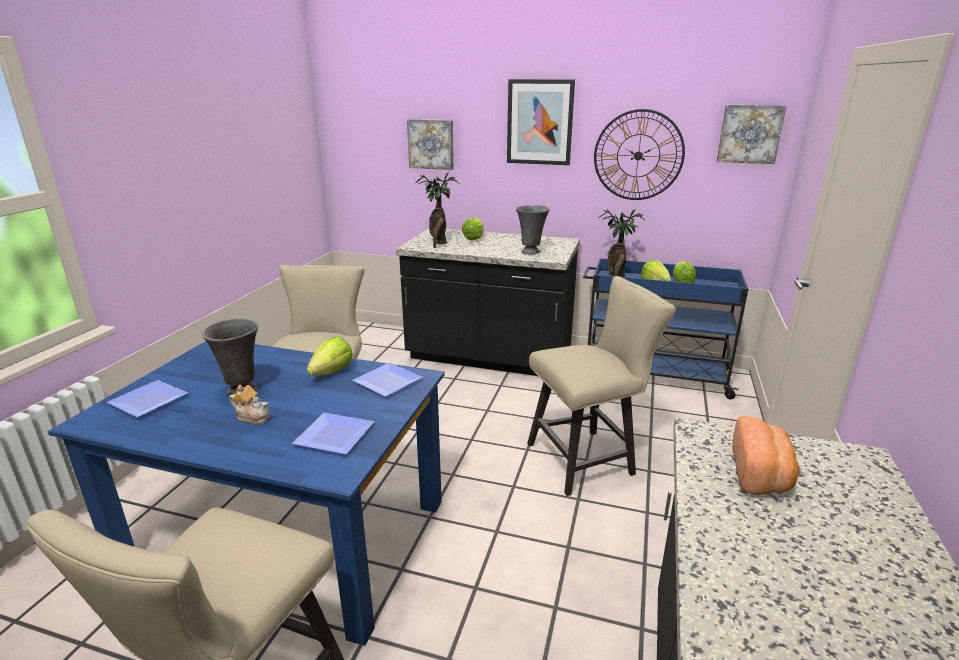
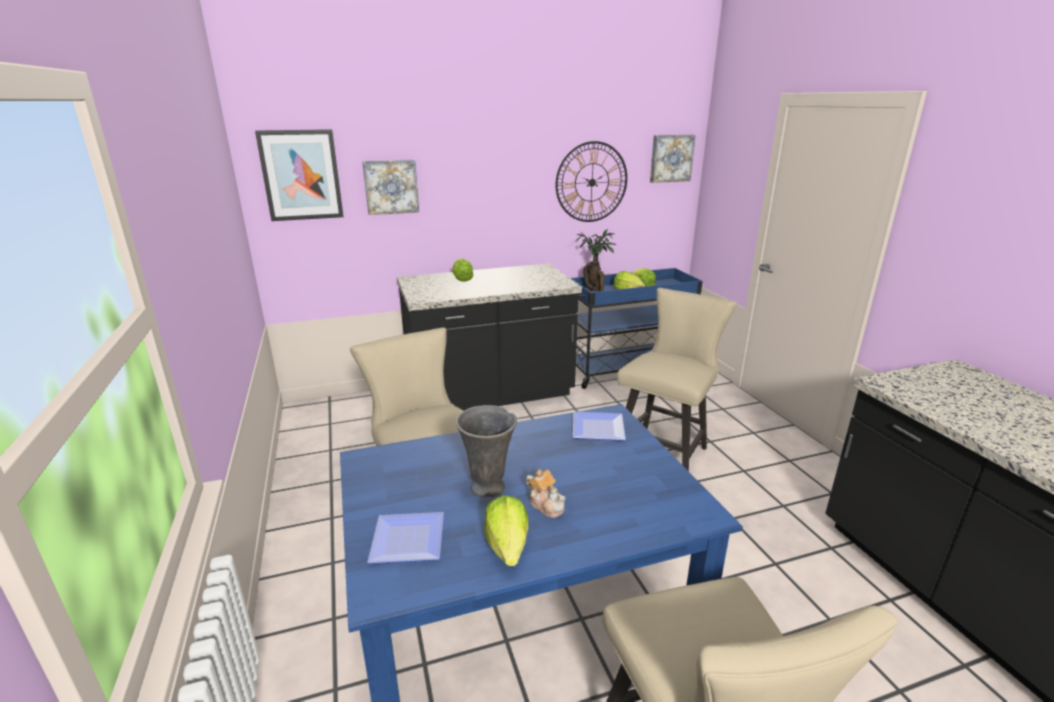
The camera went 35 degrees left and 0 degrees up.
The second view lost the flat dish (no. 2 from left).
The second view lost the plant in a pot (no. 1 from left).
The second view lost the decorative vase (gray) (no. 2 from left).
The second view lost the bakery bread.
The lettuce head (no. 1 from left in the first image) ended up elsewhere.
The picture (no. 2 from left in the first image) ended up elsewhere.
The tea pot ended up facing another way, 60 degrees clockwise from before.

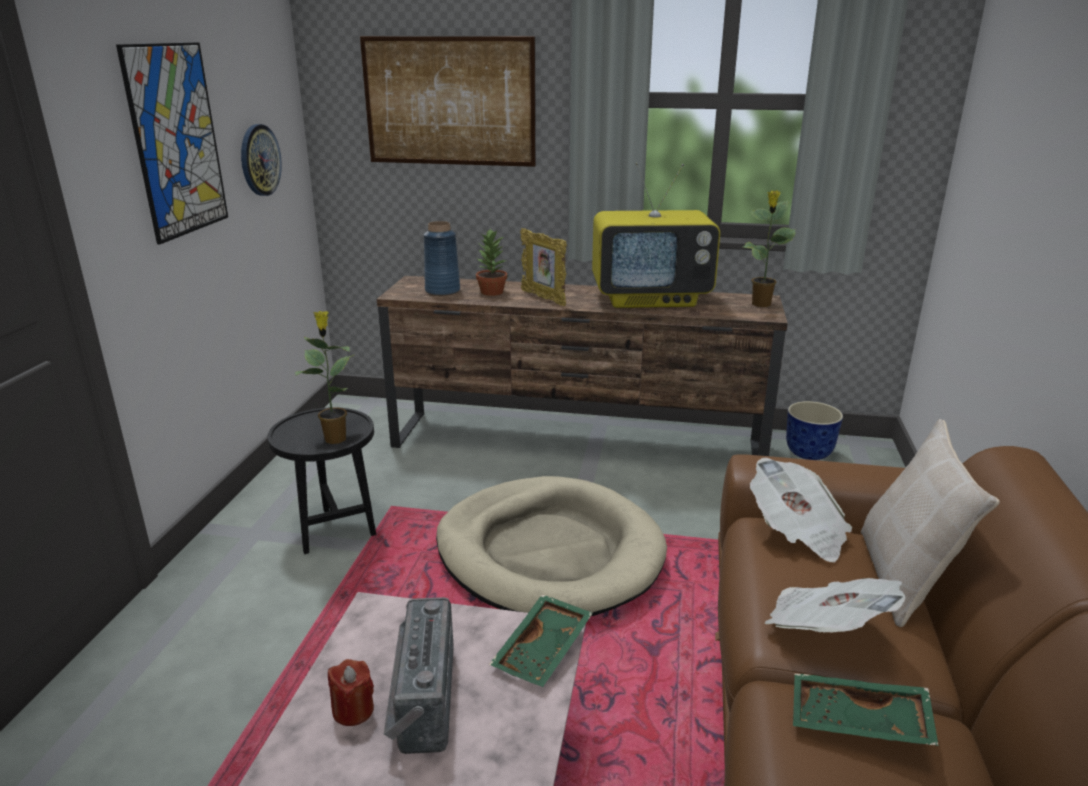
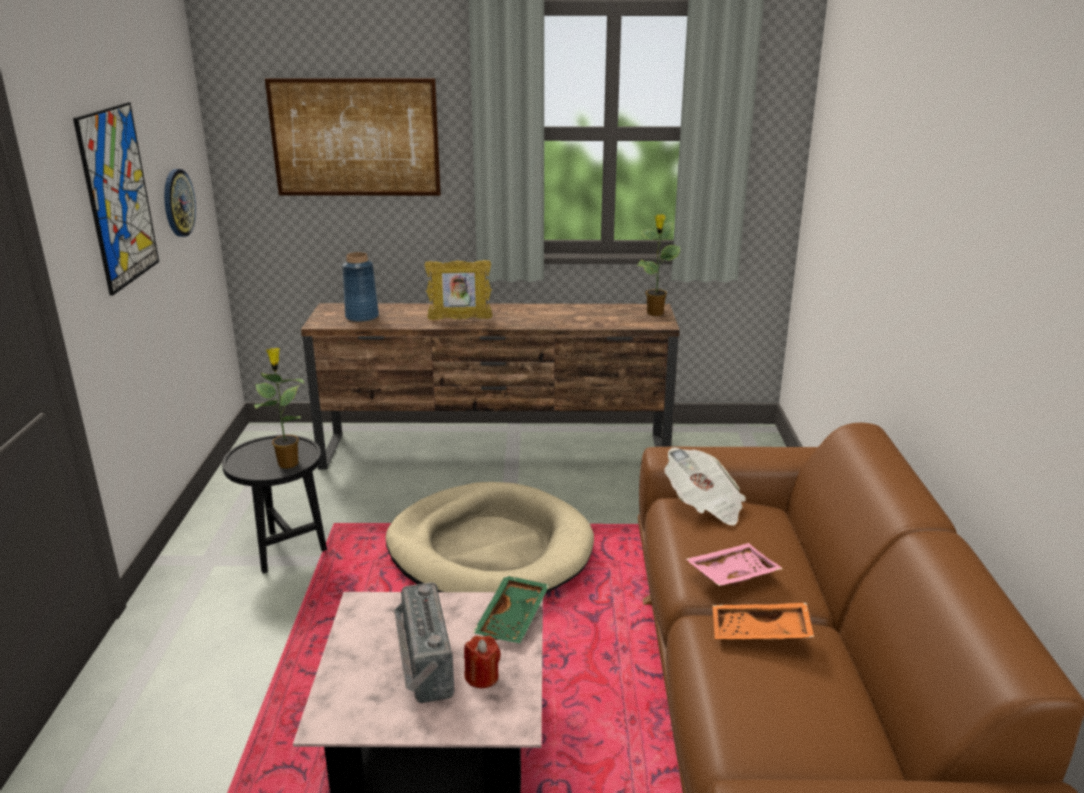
The camera went 10 degrees left and 0 degrees up.
The second view lost the plant in a pot (no. 2 from left).
The second view lost the TV set.
The second view lost the plant pot.
The second view lost the cushion (beige).
The wax light (red-coloured) ended up elsewhere.
Where the printed paper (no. 2 from left) stood, the serving tray (pink-coloured) came to stand.
What was the serving tray (green-coloured) (no. 2 from left) turned into the serving tray (orangey).
The standing frame ended up facing another way, 45 degrees counterclockwise from before.

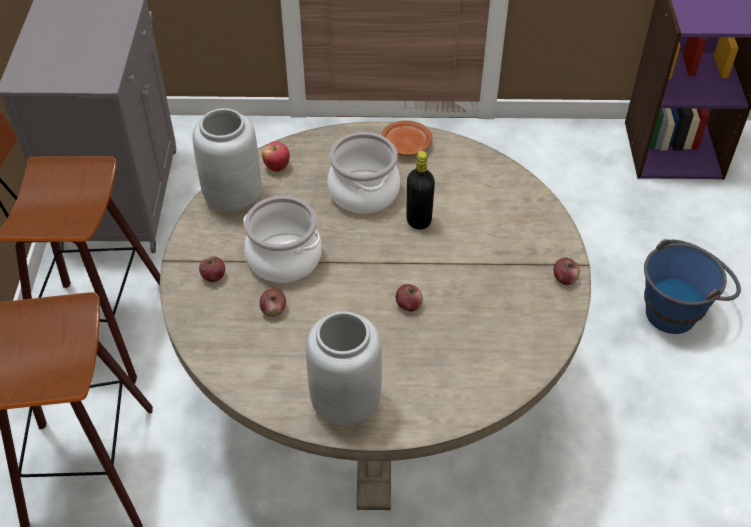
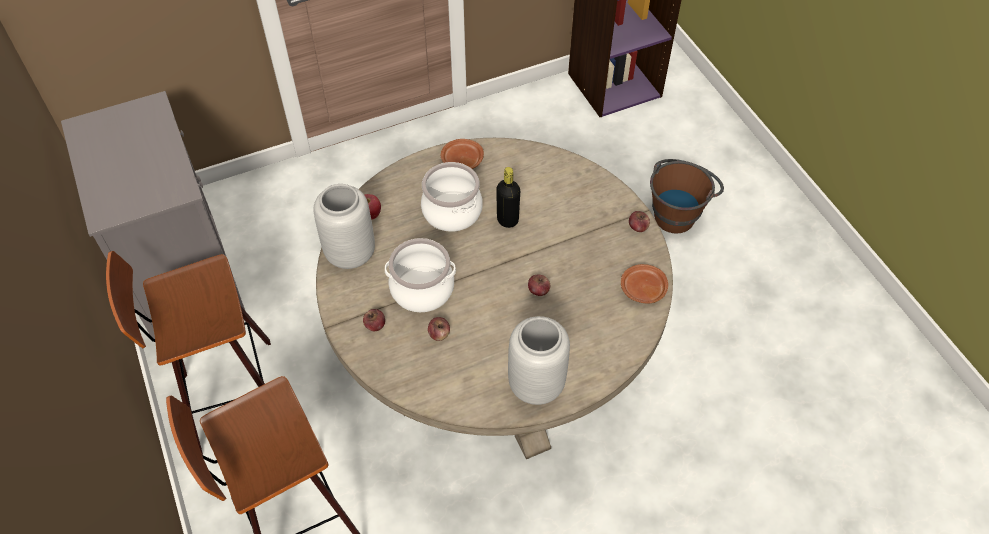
The camera went 25 degrees left and 5 degrees up.
The second view gained the flat dish (brown-coloured) (no. 2 from left).
What was the bucket (blue-coloured) turned into the bucket (brown-coloured).

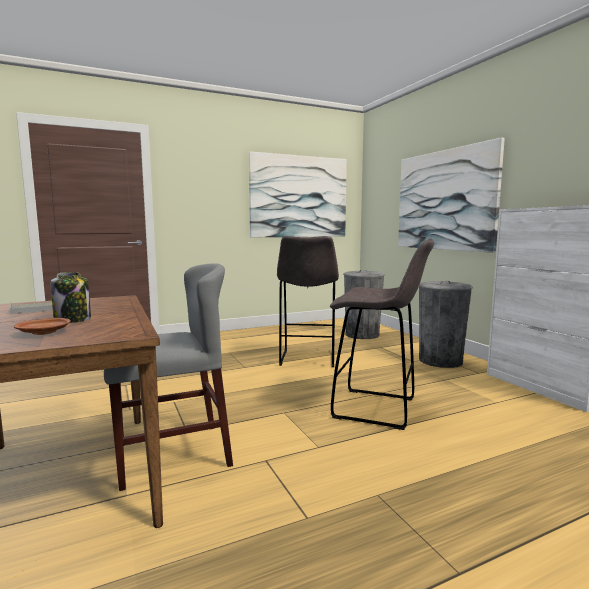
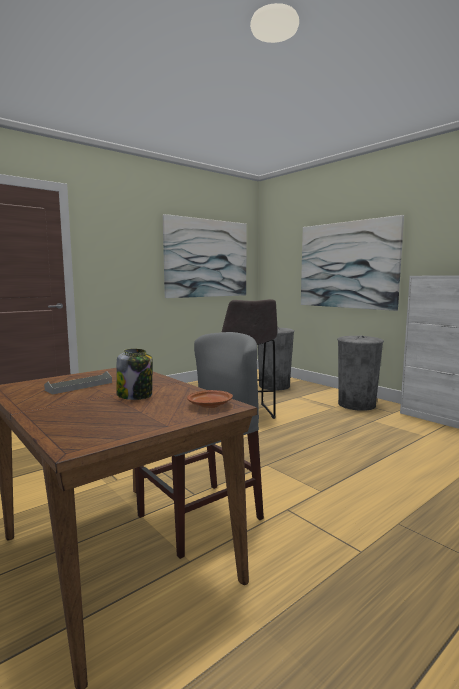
The camera went 15 degrees left and 0 degrees up.
The second view lost the stool (gray) (no. 2 from left).
The flat dish (brown-coloured) ended up elsewhere.

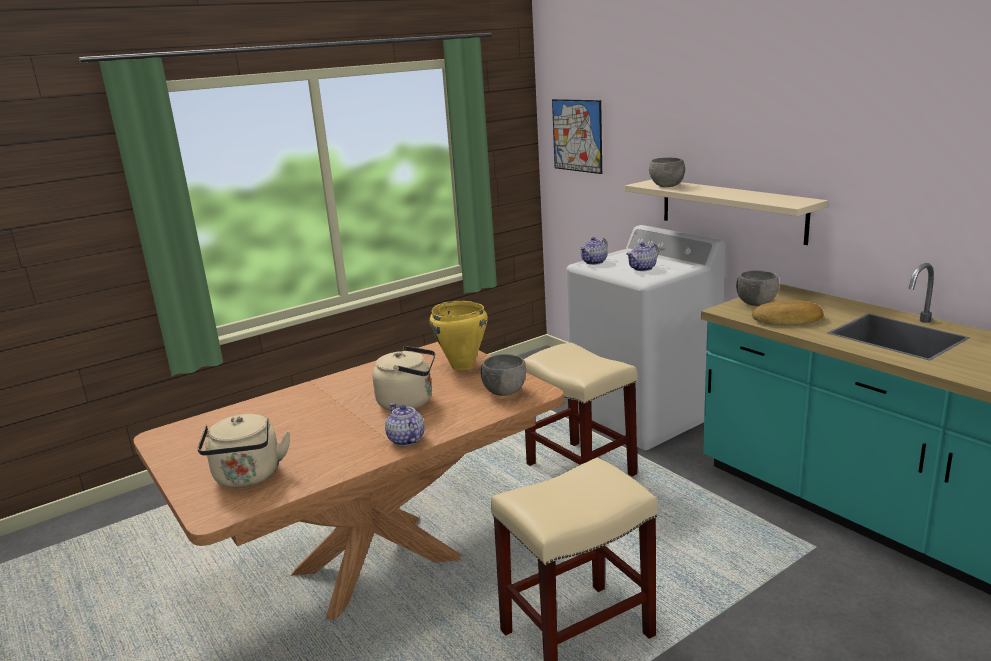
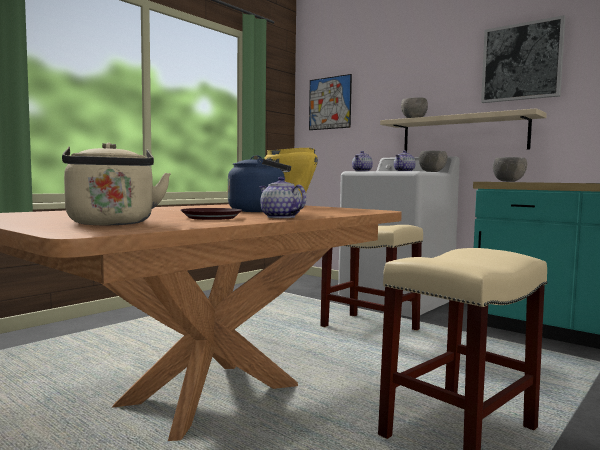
The camera went 15 degrees left and 15 degrees down.
The second view lost the bakery bread.
The second view gained the flat dish (brown-coloured).
The second view gained the picture (no. 2 from left).
The bowl (gray) (no. 1 from left in the first image) ended up elsewhere.
What was the tea kettle (beige) (no. 2 from left) turned into the tea kettle (blue-coloured).

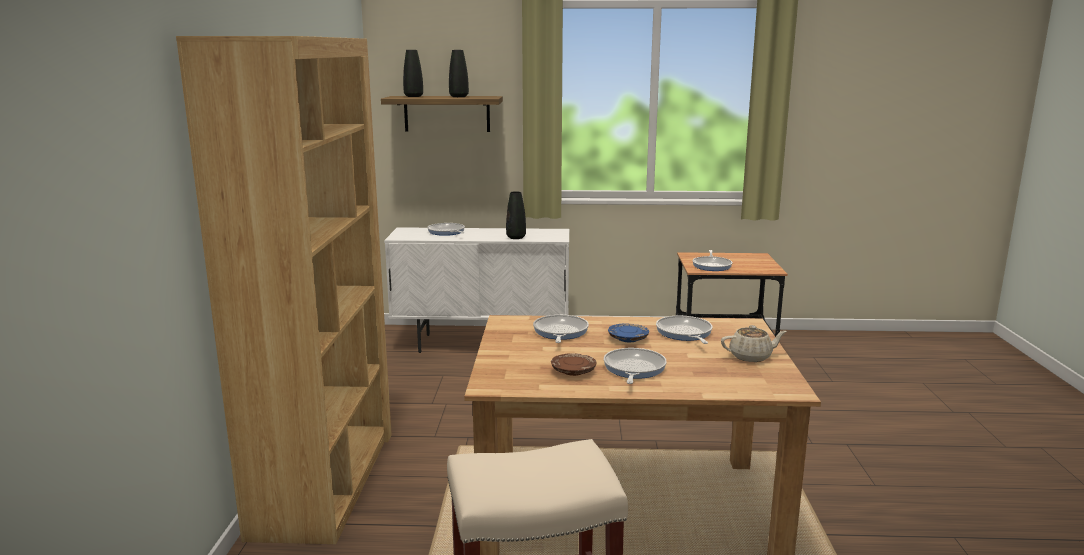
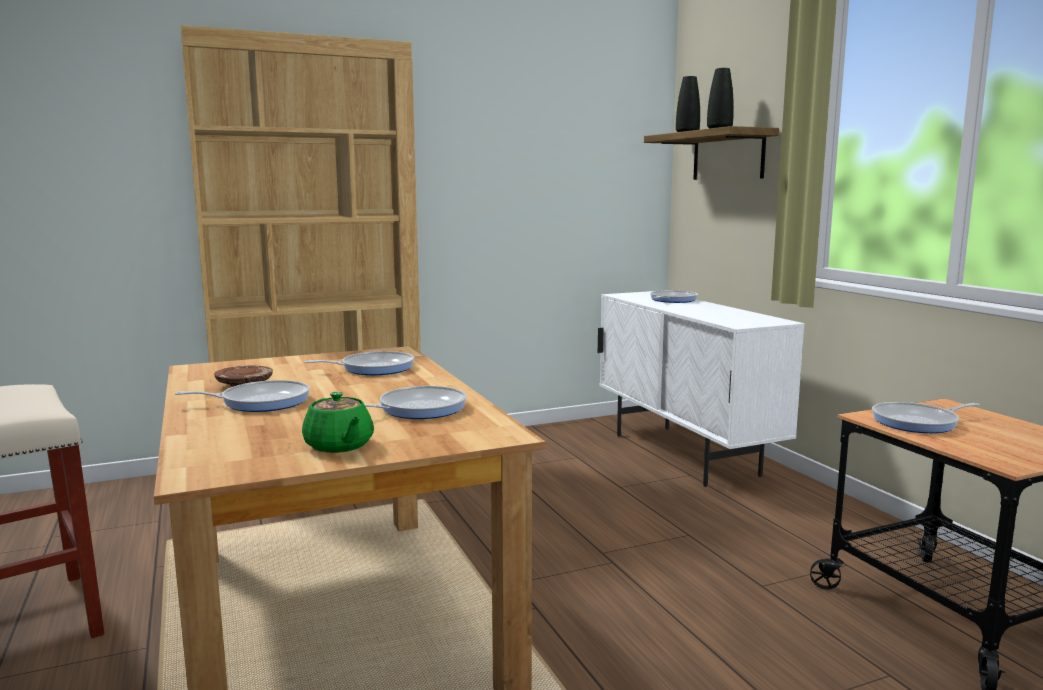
The camera went 65 degrees right and 5 degrees down.
The second view lost the decorative vase (black-coloured) (no. 3 from left).
The second view lost the flat dish (blue-coloured).
What was the tea pot (beige) turned into the tea pot (green-coloured).

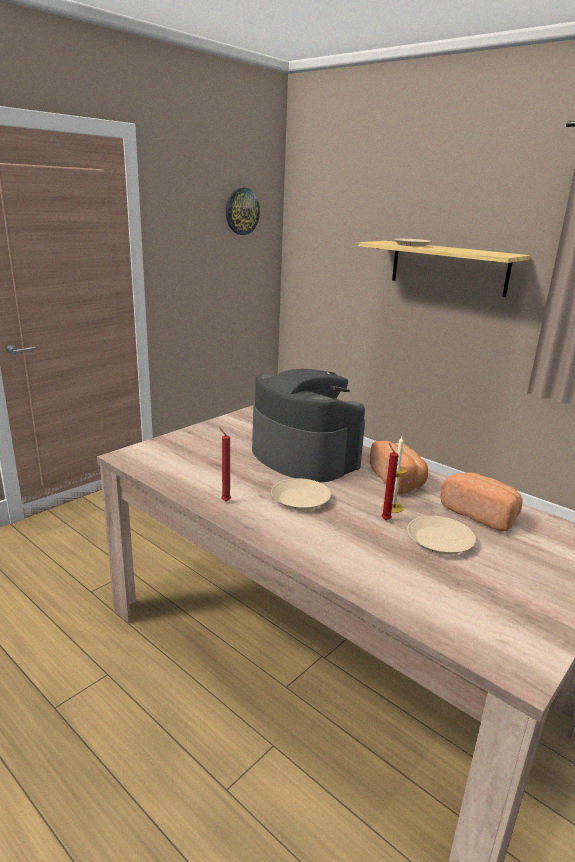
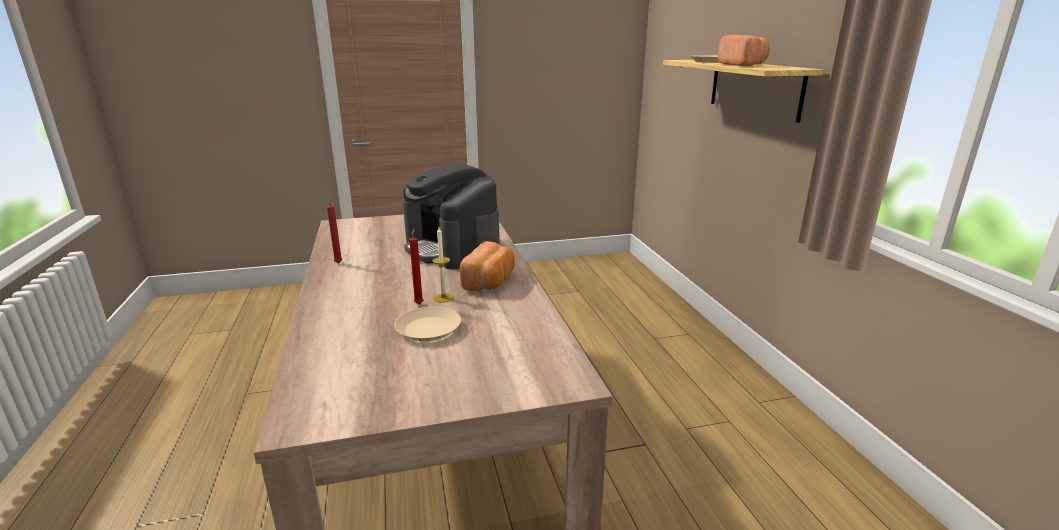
The camera went 35 degrees right and 0 degrees up.
The second view lost the wall clock.
The second view lost the flat dish (beige) (no. 1 from left).
The bakery bread (no. 2 from left) ended up elsewhere.
The coffee brewer ended up facing another way, 150 degrees clockwise from before.

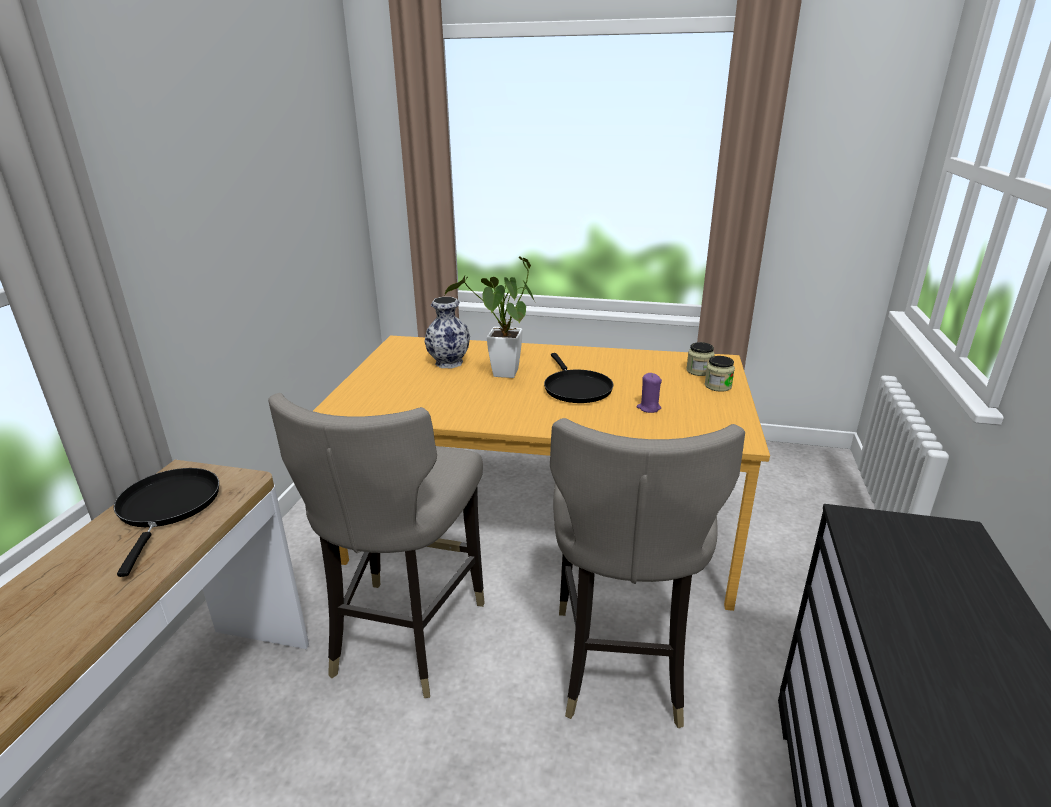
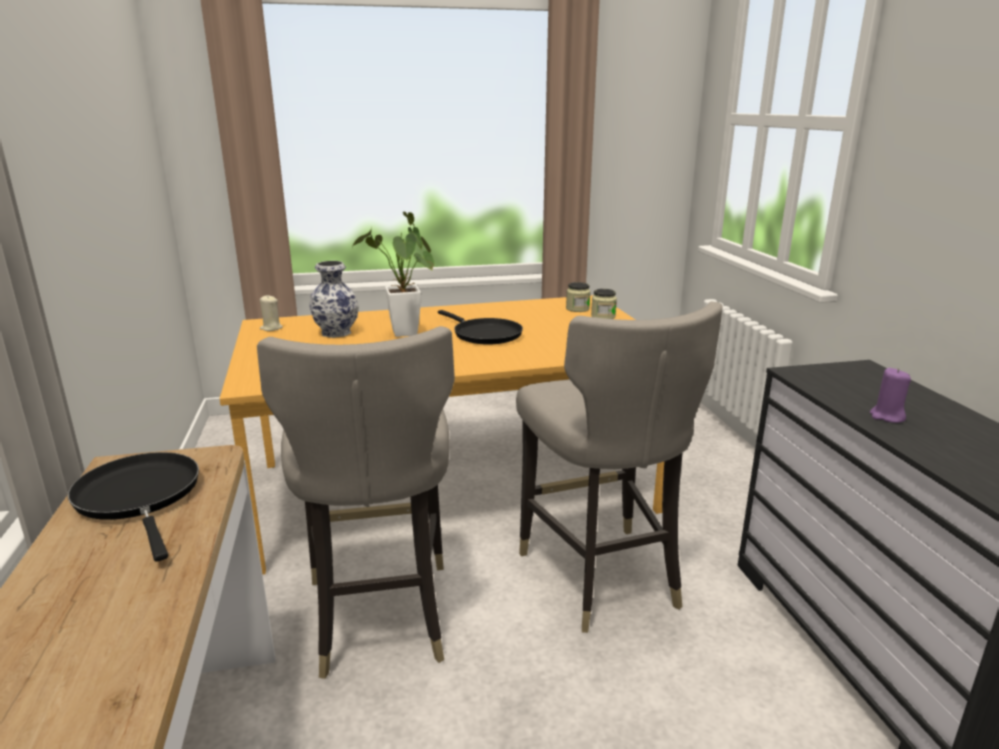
The camera went 25 degrees left and 5 degrees down.
The second view gained the wax light (beige).
The wax light (purple-coloured) ended up elsewhere.

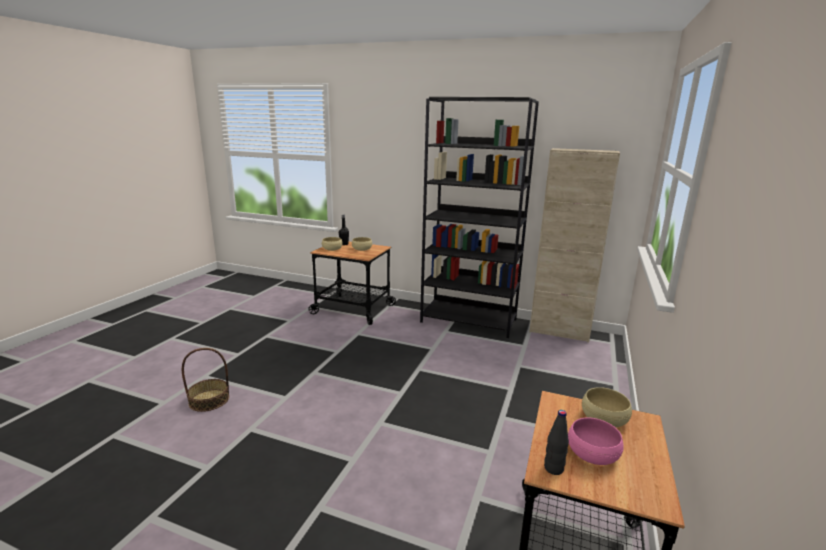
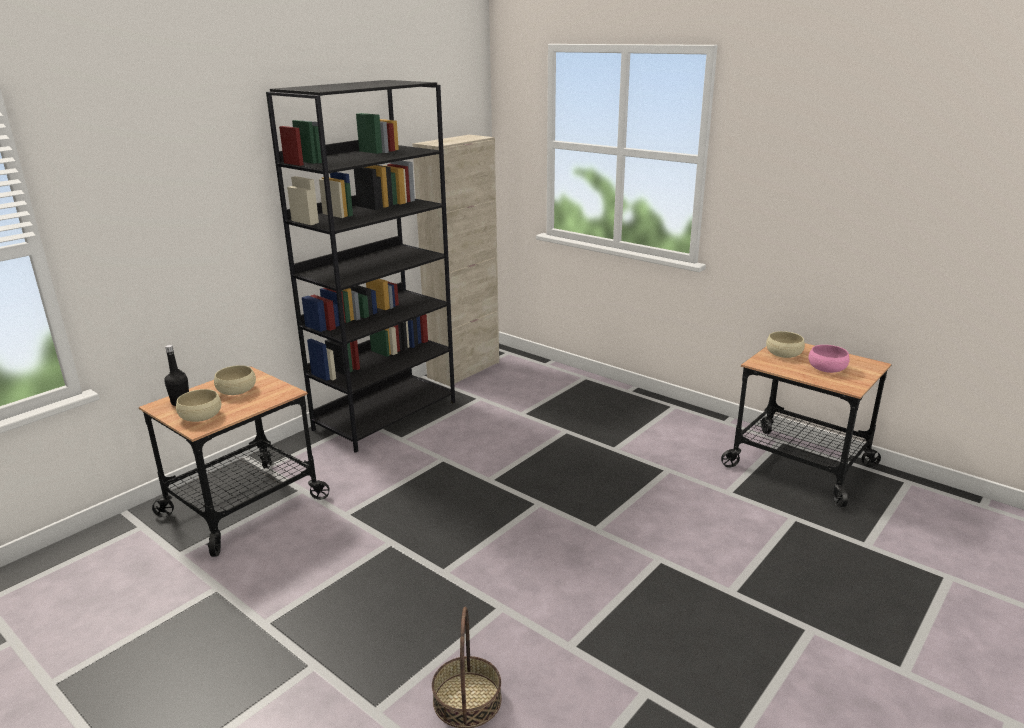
The camera went 70 degrees left and 5 degrees up.
The second view lost the beverage bottle (black-coloured) (no. 2 from left).

